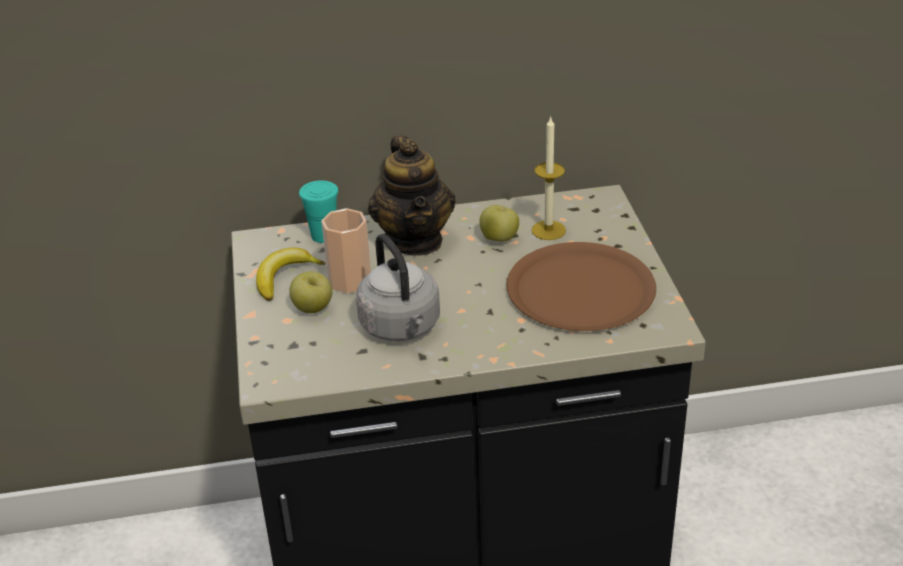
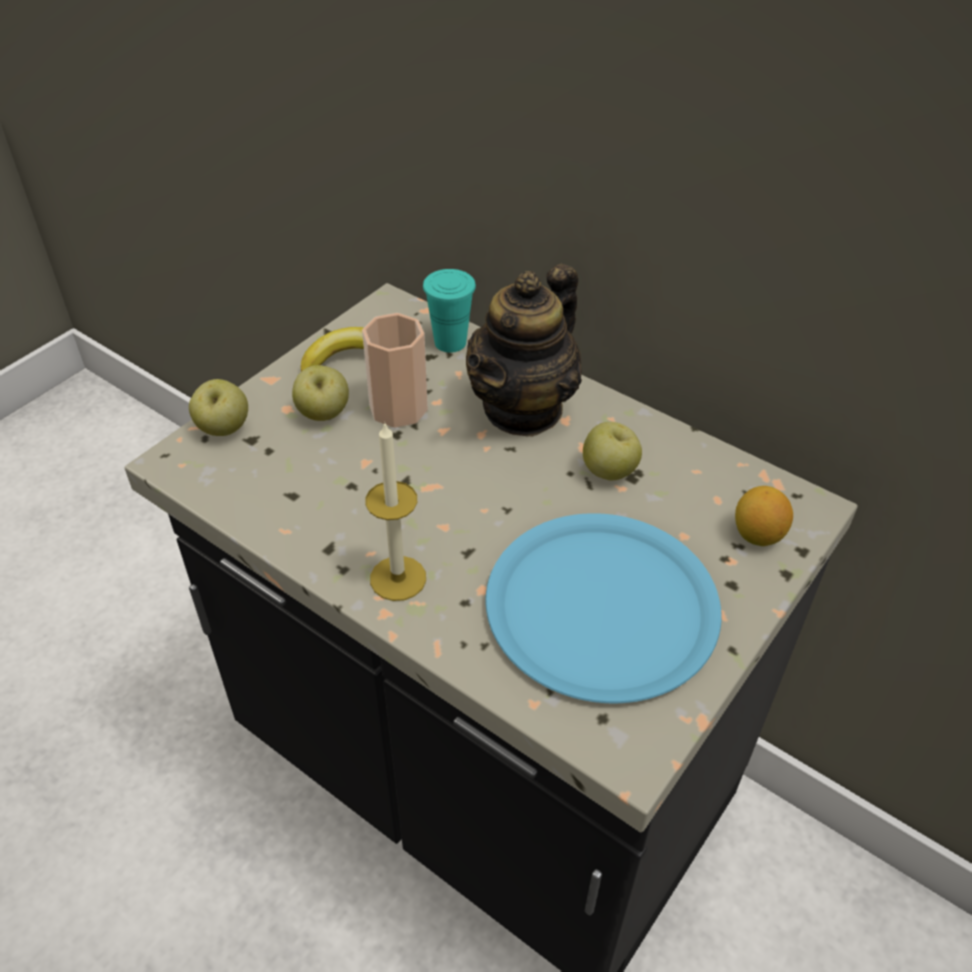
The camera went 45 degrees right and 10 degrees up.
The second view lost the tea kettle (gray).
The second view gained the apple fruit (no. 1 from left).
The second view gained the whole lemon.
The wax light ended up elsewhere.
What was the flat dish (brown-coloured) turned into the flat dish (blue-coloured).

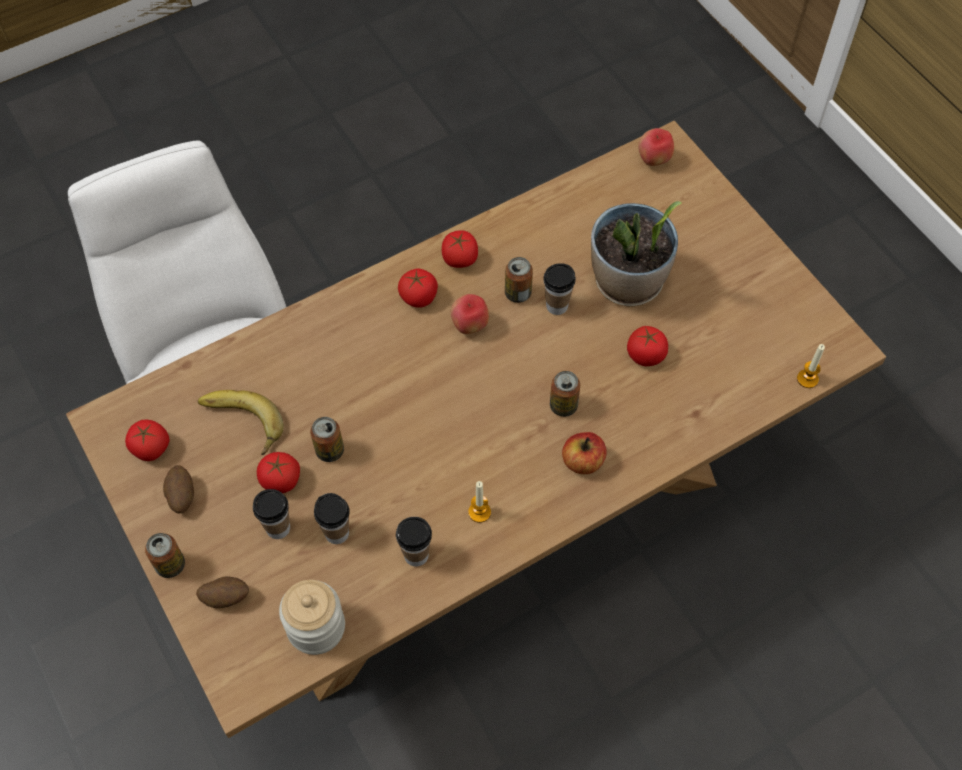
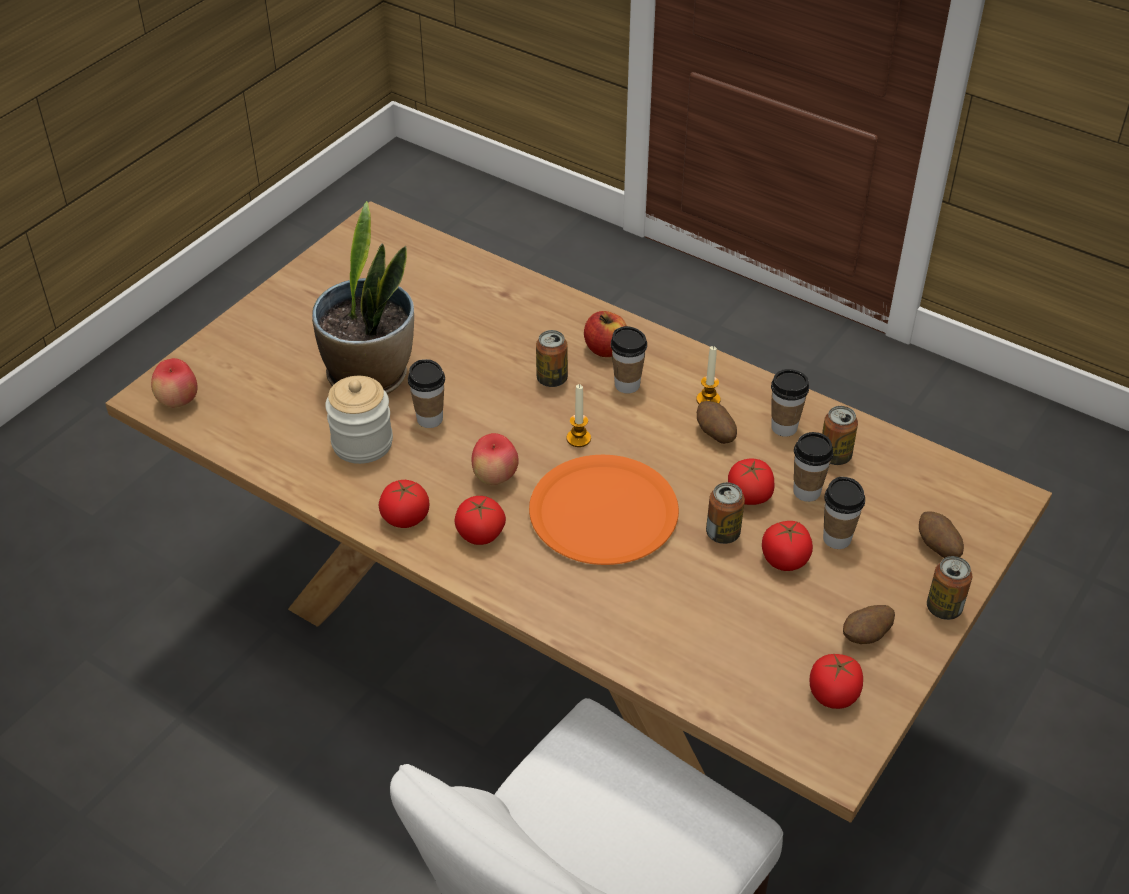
The camera went 115 degrees left and 15 degrees down.
The second view lost the whole banana.
The second view gained the flat dish (orangey).
The second view gained the cup (no. 2 from left).
The second view gained the potato (no. 1 from left).
The storage jar ended up elsewhere.
The metal can (no. 3 from left) ended up elsewhere.
The whole tomato (no. 5 from left in the first image) ended up elsewhere.
The wax light (no. 2 from left in the first image) ended up elsewhere.

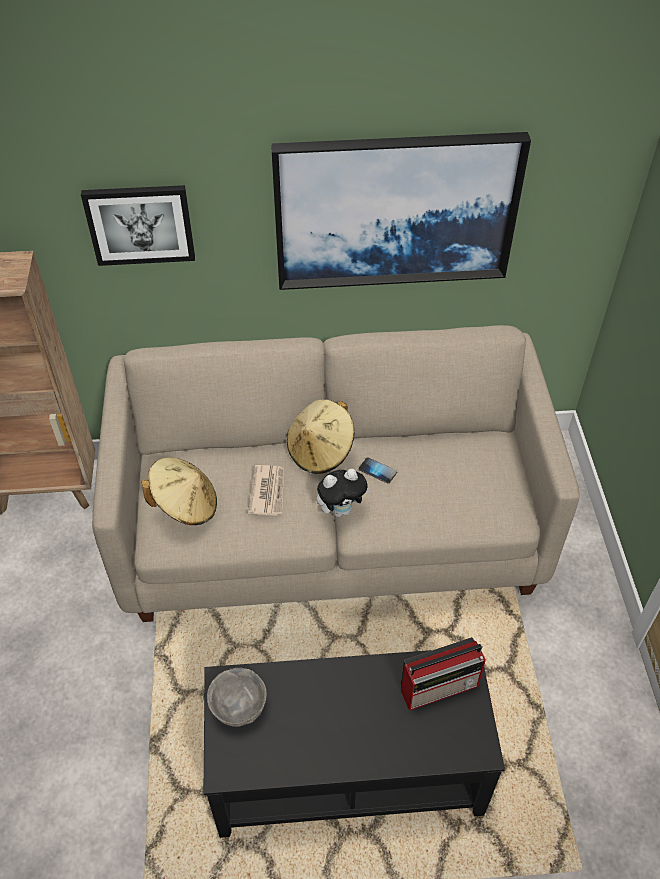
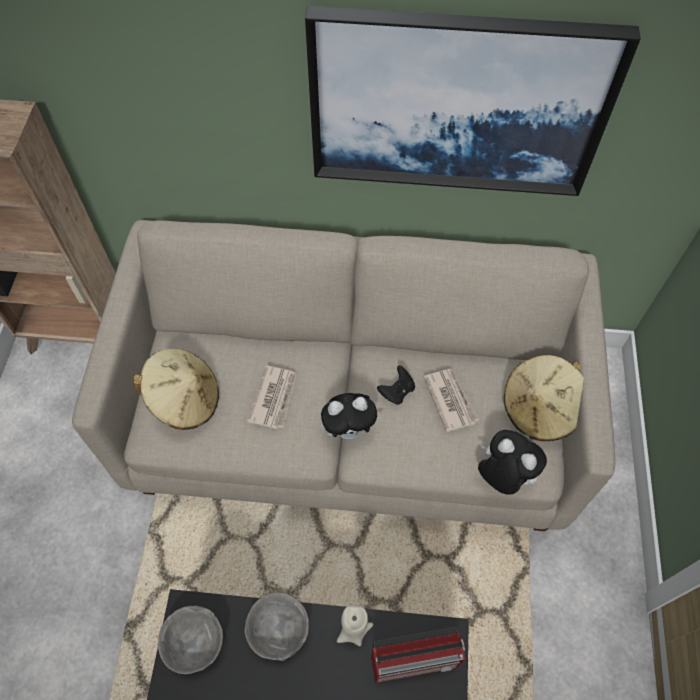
The camera went 10 degrees right and 10 degrees up.
The second view lost the picture (no. 1 from left).
The second view gained the bowl (gray) (no. 2 from left).
The second view gained the wax light (beige).
The second view gained the printed paper (no. 2 from left).
The second view gained the cuddly toy (no. 2 from left).
The hat (beige) (no. 2 from left) ended up elsewhere.
Where the telephone stood, the gamepad (black-coloured) came to stand.

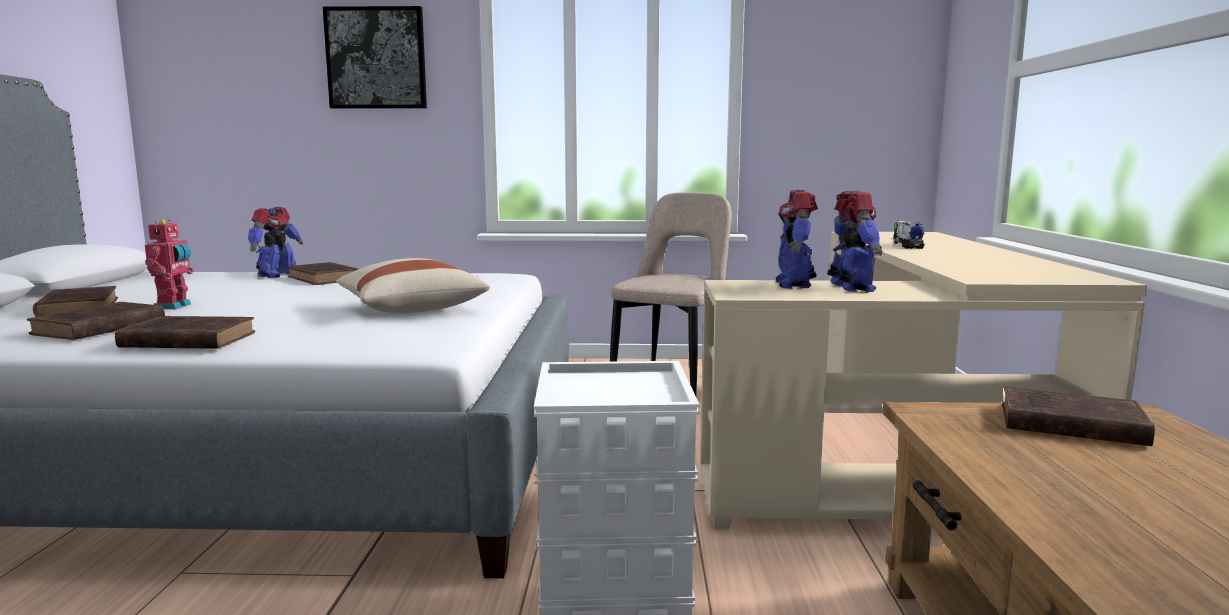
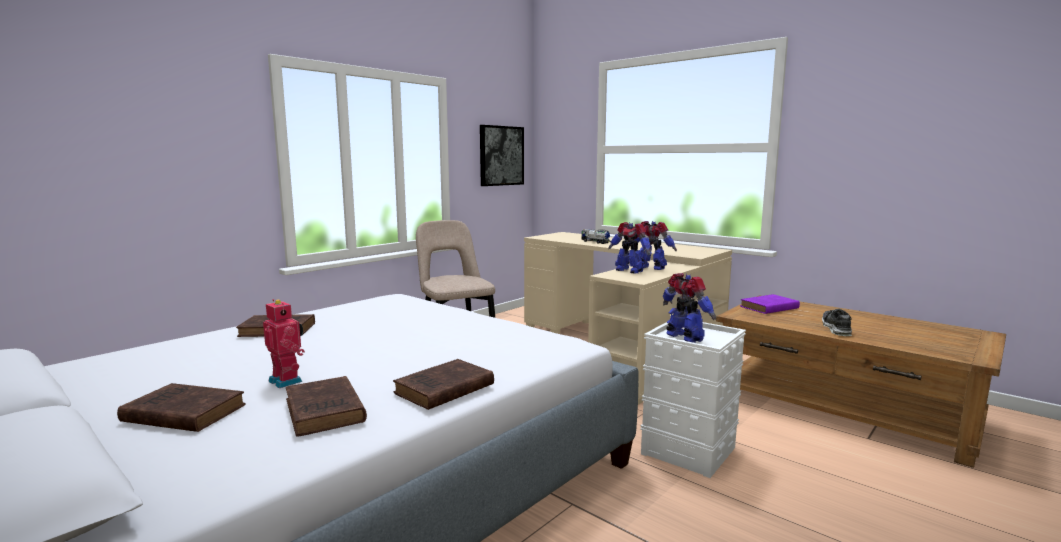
The camera went 50 degrees left and 0 degrees up.
The second view lost the cushion (beige).
The second view gained the item of footwear.
The toy robot (no. 2 from left in the first image) ended up elsewhere.
The picture ended up elsewhere.
What was the book (brown-coloured) (no. 5 from left) turned into the book (purple-coloured).

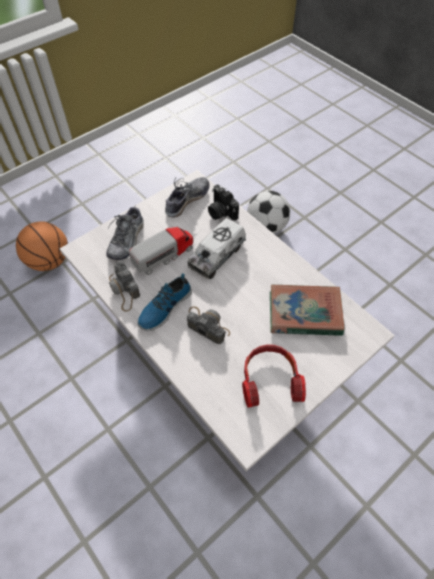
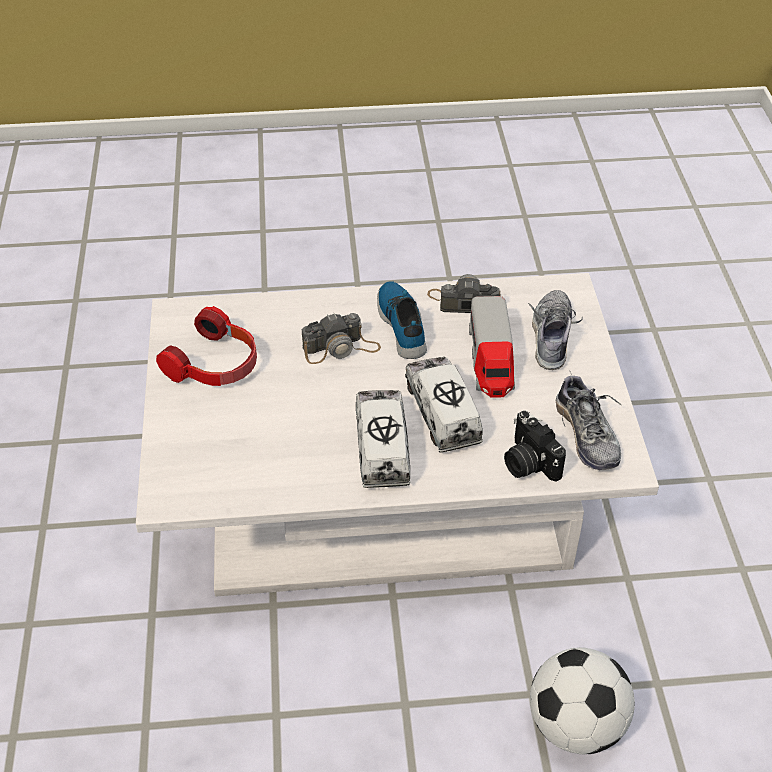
The camera went 125 degrees right and 10 degrees down.
The second view lost the basketball.
The second view lost the book.
The second view gained the toy truck (no. 1 from left).
The item of footwear (no. 1 from left in the first image) ended up facing another way, 45 degrees clockwise from before.
The photo camera (no. 3 from left) ended up facing another way, 120 degrees counterclockwise from before.

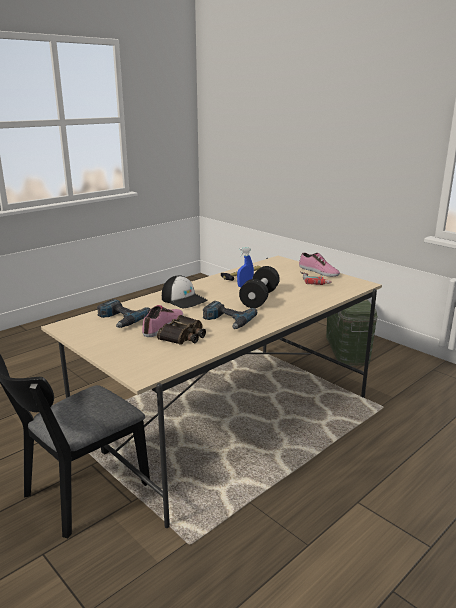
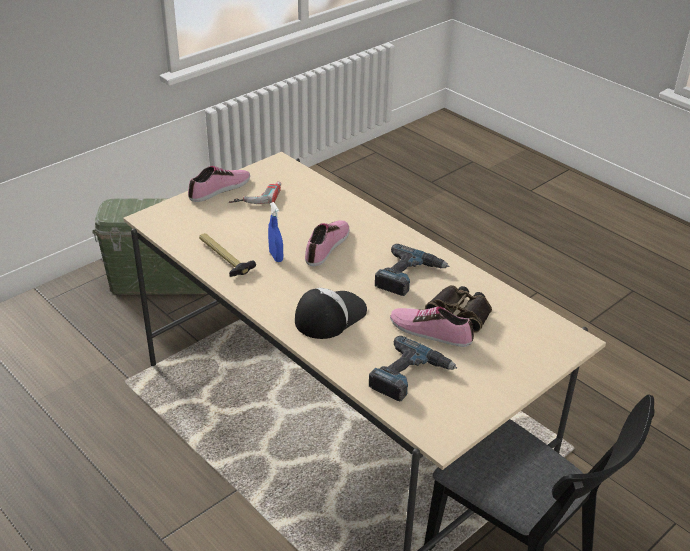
The camera went 90 degrees left and 15 degrees up.
Where the hand weight (black-coloured) stood, the item of footwear (no. 2 from left) came to stand.

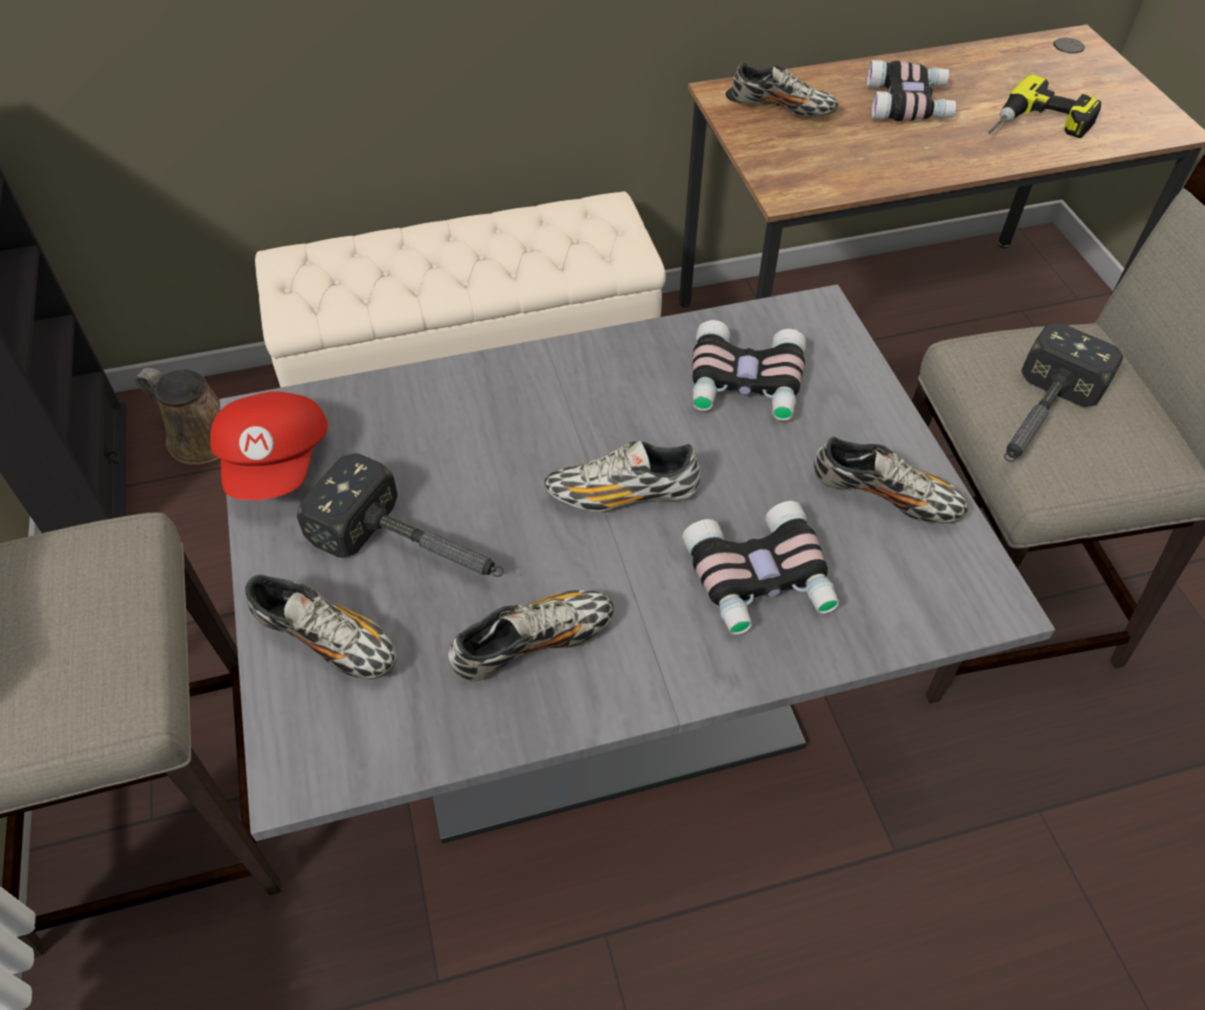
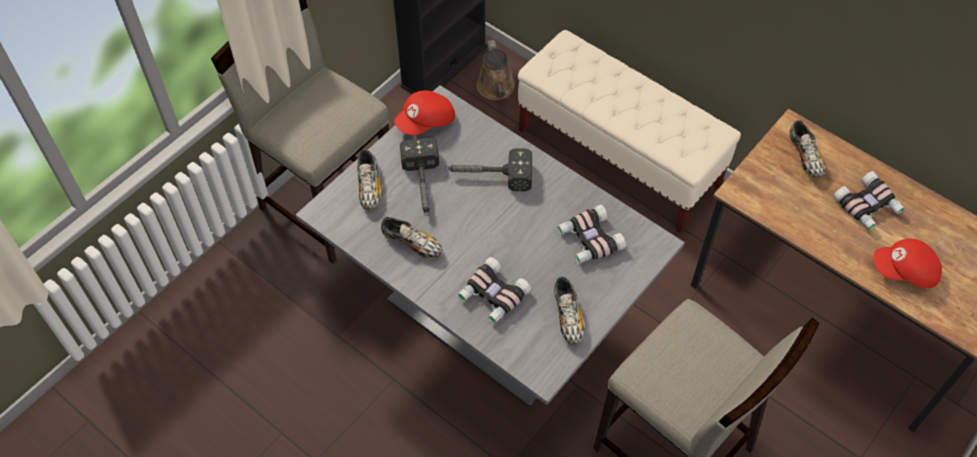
The camera went 55 degrees right and 5 degrees up.
The second view lost the item of footwear (no. 3 from left).
The hand hammer (no. 2 from left) ended up elsewhere.
Where the power drill stood, the cap (red-coloured) (no. 2 from left) came to stand.

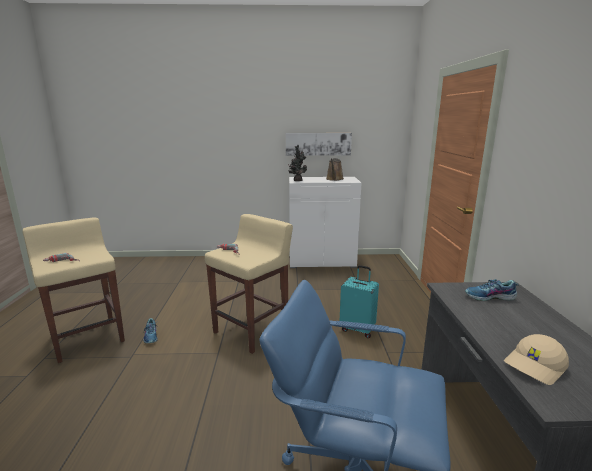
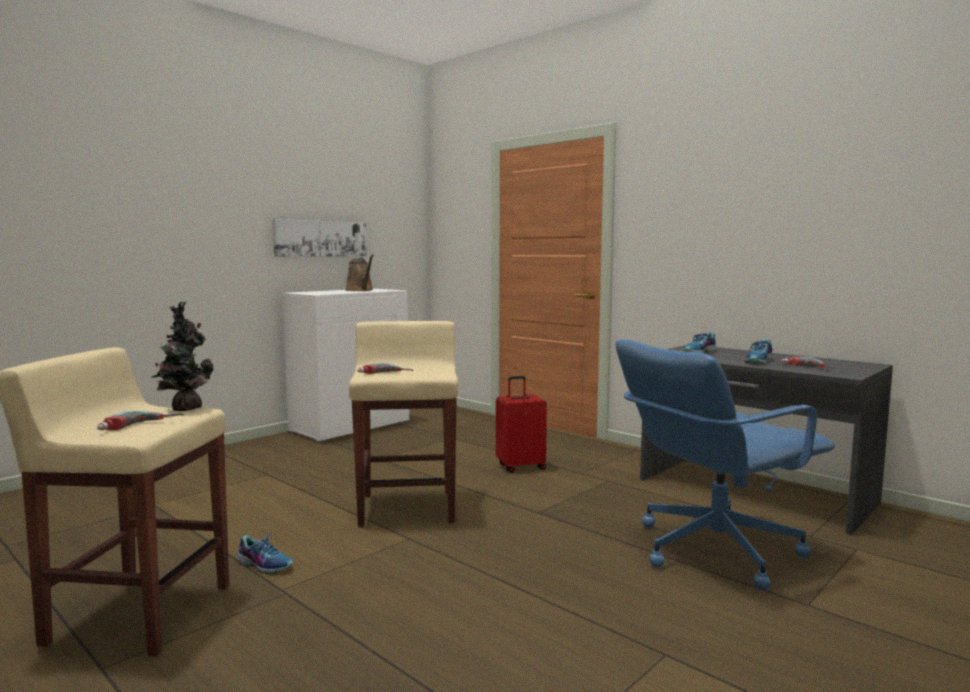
The camera went 45 degrees left and 10 degrees down.
The second view gained the item of footwear (no. 3 from left).
The plant in a pot ended up elsewhere.
Where the cap (beige) stood, the power drill (no. 3 from left) came to stand.
What was the travel case (blue-green) turned into the travel case (red-coloured).

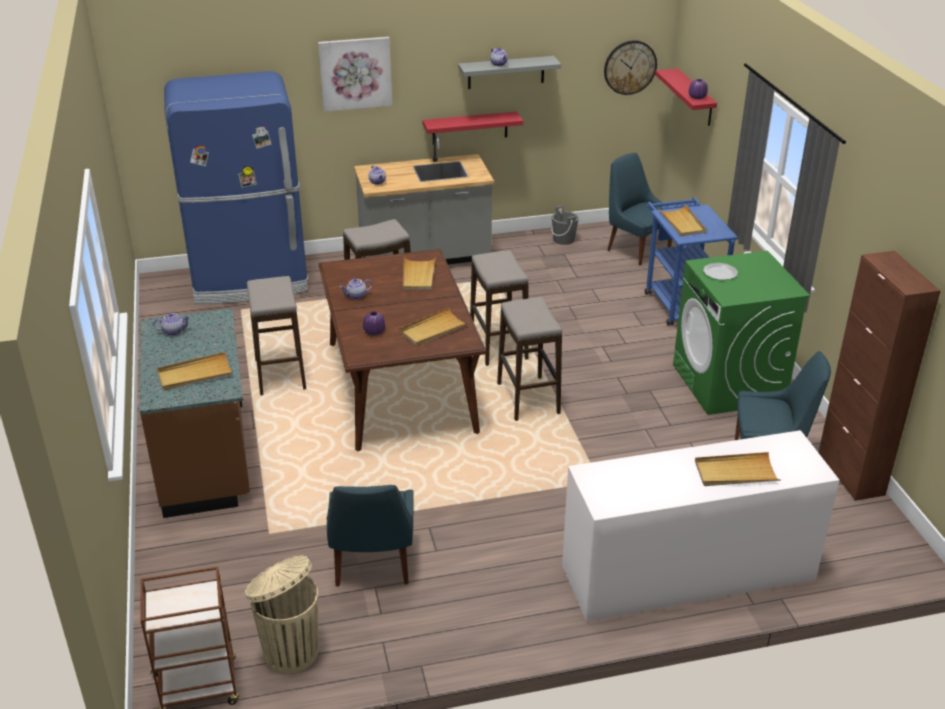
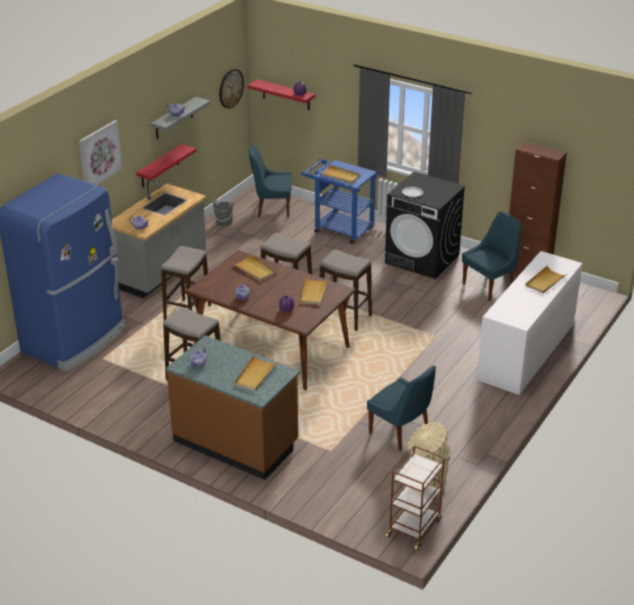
The camera went 45 degrees left and 0 degrees up.
What was the laundry machine (green-coloured) turned into the laundry machine (black-coloured).

